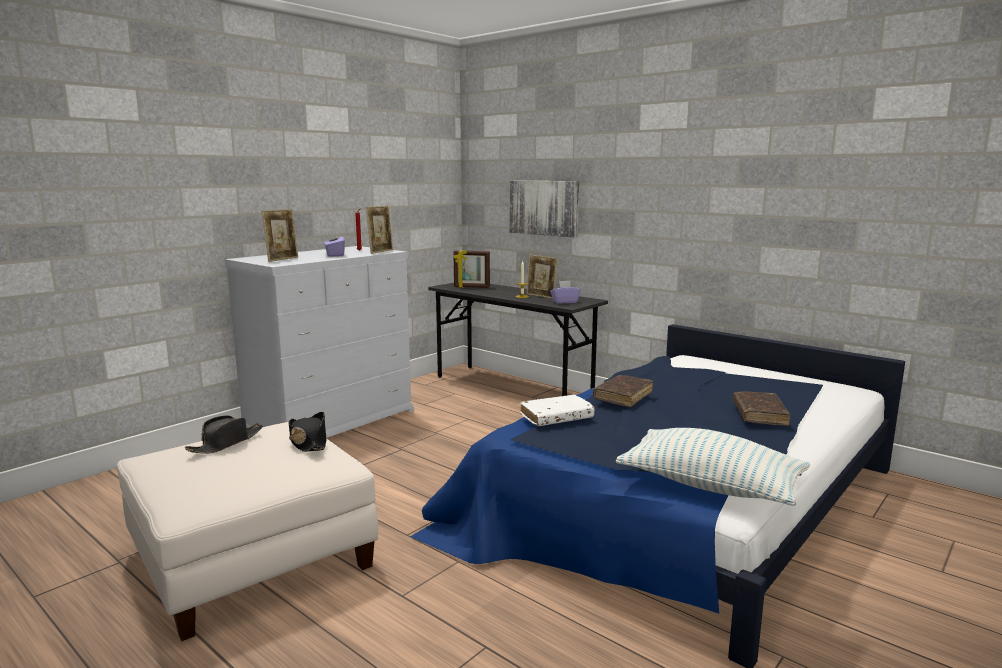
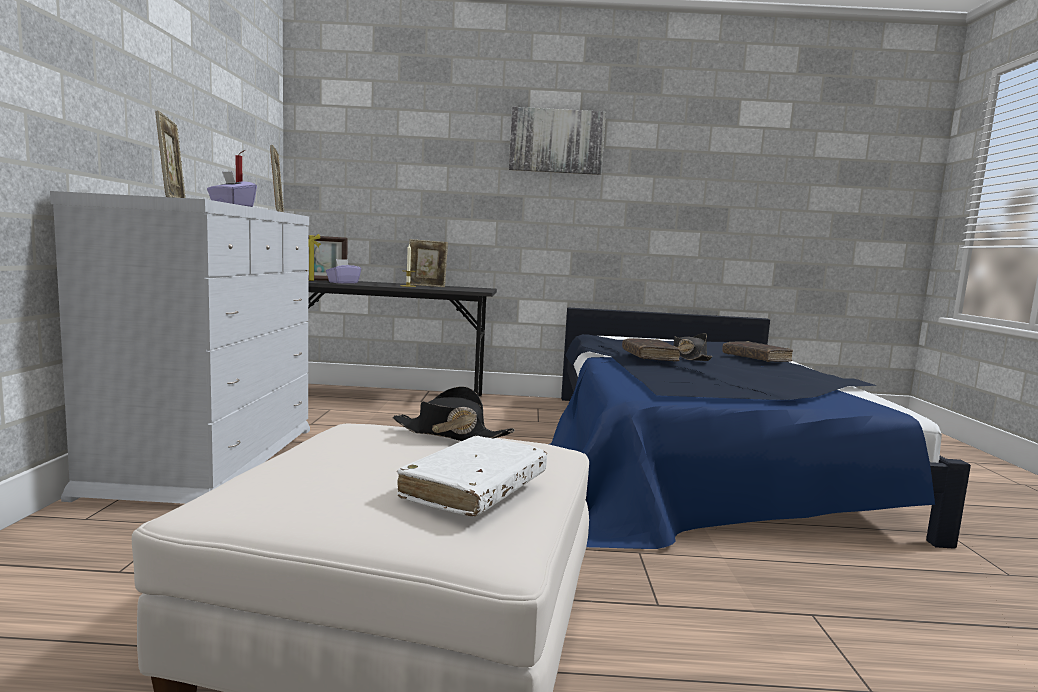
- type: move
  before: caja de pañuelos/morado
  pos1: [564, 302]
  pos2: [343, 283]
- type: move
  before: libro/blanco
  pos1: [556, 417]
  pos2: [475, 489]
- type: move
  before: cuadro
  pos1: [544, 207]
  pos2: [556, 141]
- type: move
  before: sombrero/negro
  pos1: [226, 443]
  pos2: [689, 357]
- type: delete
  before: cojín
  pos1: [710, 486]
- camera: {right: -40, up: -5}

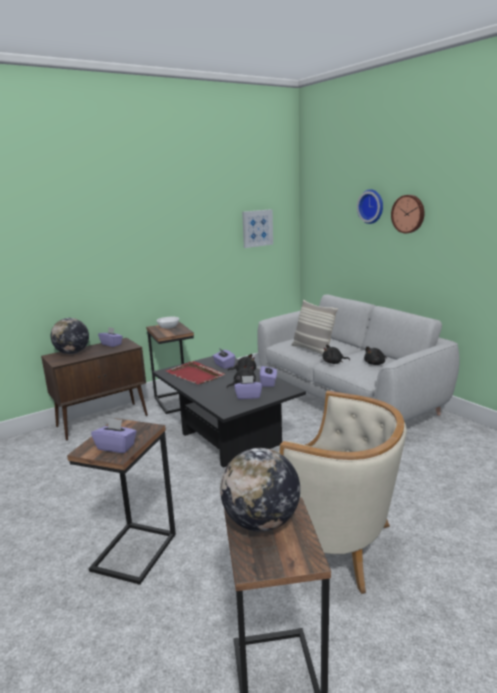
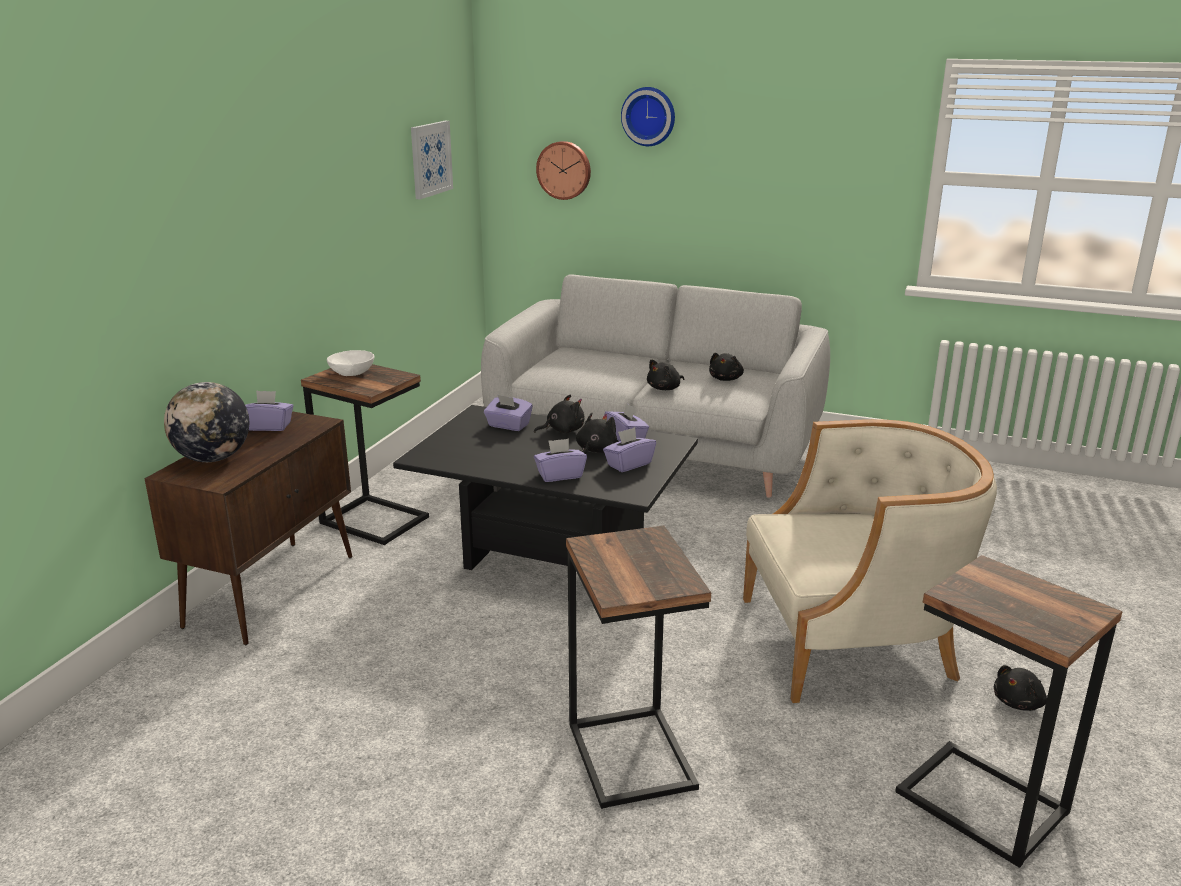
- type: move
  before: caja de pañuelos/morado
  pos1: [116, 447]
  pos2: [560, 475]
- type: move
  before: reloj de pared
  pos1: [408, 214]
  pos2: [564, 170]
- type: insert
  after: peluche/negro
  pos2: [1019, 703]
- type: delete
  before: bandeja/rojo
  pos1: [195, 375]
- type: delete
  before: globo terráqueo
  pos1: [261, 522]
- type: delete
  before: cojín
  pos1: [312, 349]
- camera: {right: -35, up: 5}

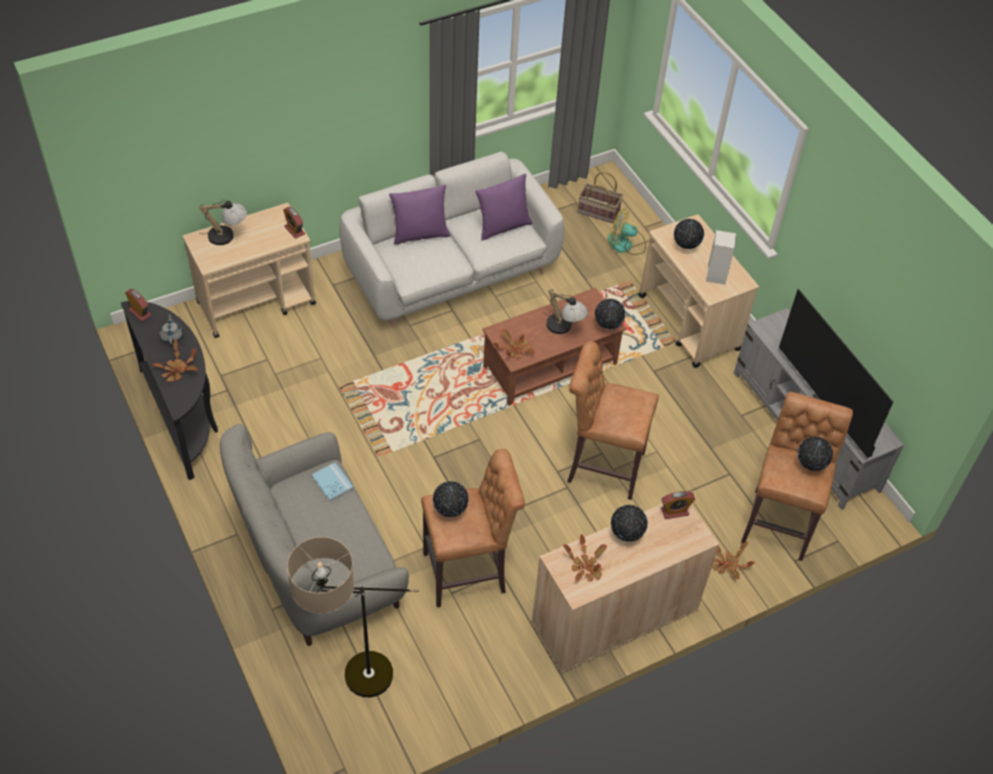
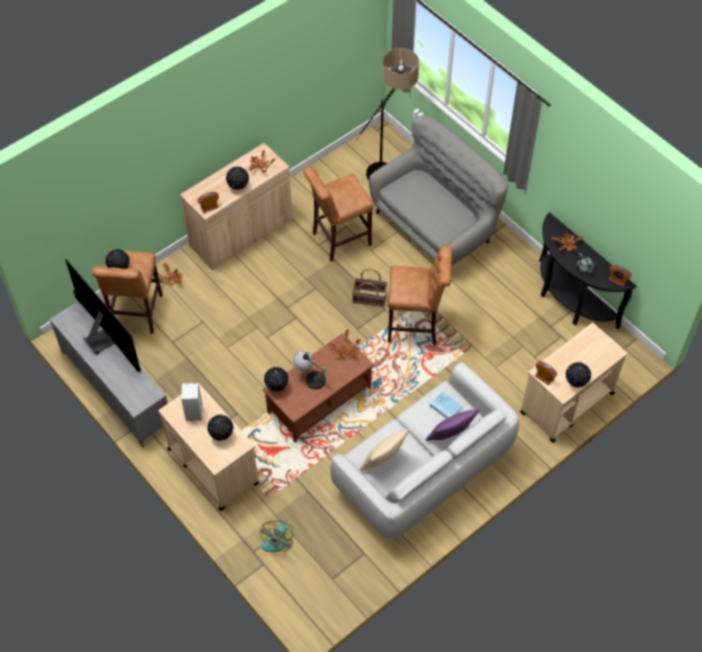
- type: rotate
  before: ventilador
  pos1: [625, 244]
  pos2: [278, 538]
  turn: 120
- type: move
  before: cesta
  pos1: [598, 212]
  pos2: [369, 297]
- type: recolor
  before: cojín/morado
  after: cojín/beis
  pos1: [503, 227]
  pos2: [384, 461]
- type: move
  before: taburete/marrón
  pos1: [601, 466]
  pos2: [416, 326]
- type: move
  before: libro/azul
  pos1: [332, 483]
  pos2: [445, 406]
- type: move
  before: globo terráqueo
  pos1: [450, 511]
  pos2: [575, 383]
- type: delete
  before: lámpara de mesa
  pos1: [228, 237]
- camera: {right: 170, up: 5}

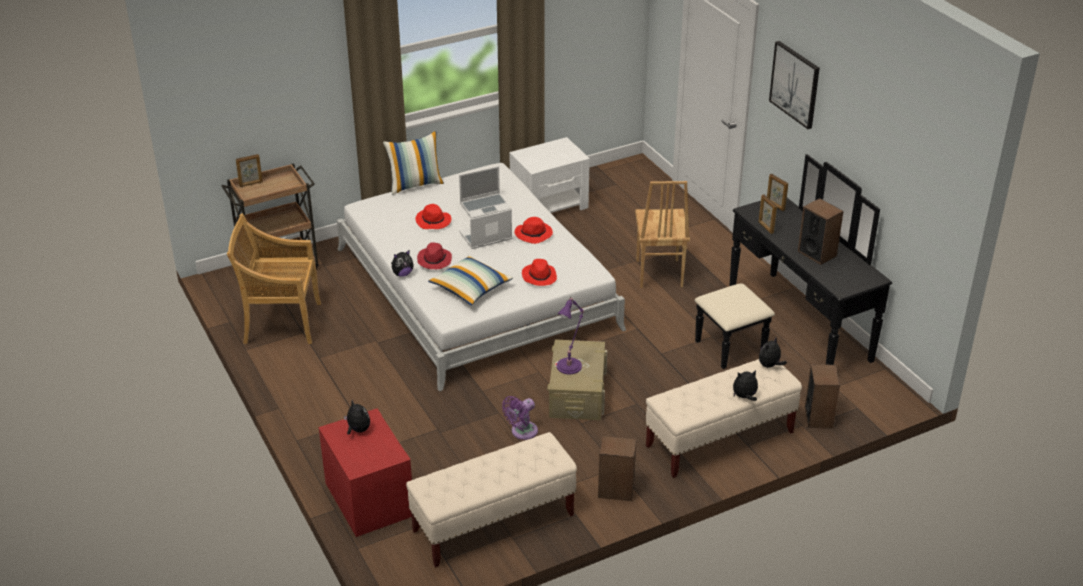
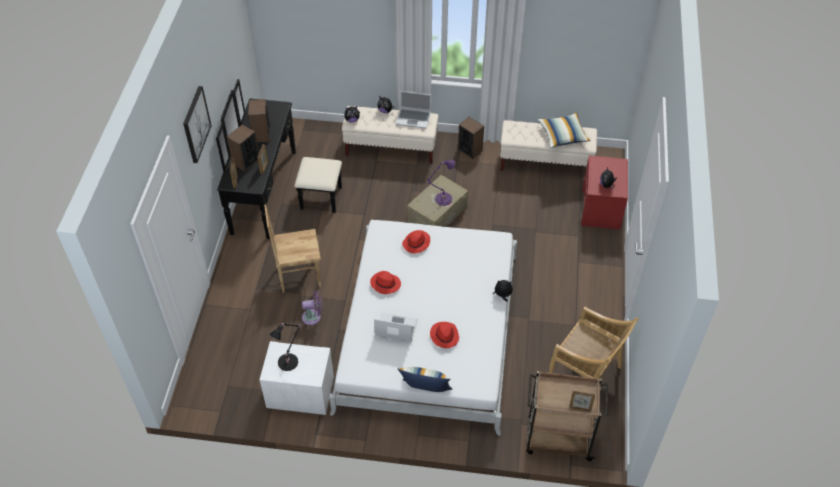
- type: move
  before: altavoz
  pos1: [819, 417]
  pos2: [246, 161]
- type: rotate
  before: silla/marrón
  pos1: [658, 274]
  pos2: [299, 275]
  turn: -135
- type: insert
  after: lámpara de mesa/negro
  pos2: [289, 361]
- type: move
  before: ventilador/morado
  pos1: [522, 432]
  pos2: [313, 317]
- type: move
  before: portátil
  pos1: [485, 237]
  pos2: [414, 118]
- type: move
  before: cojín
  pos1: [471, 289]
  pos2: [563, 135]
- type: delete
  before: sombrero/rojo
  pos1: [434, 260]
- camera: {right: -145, up: 15}

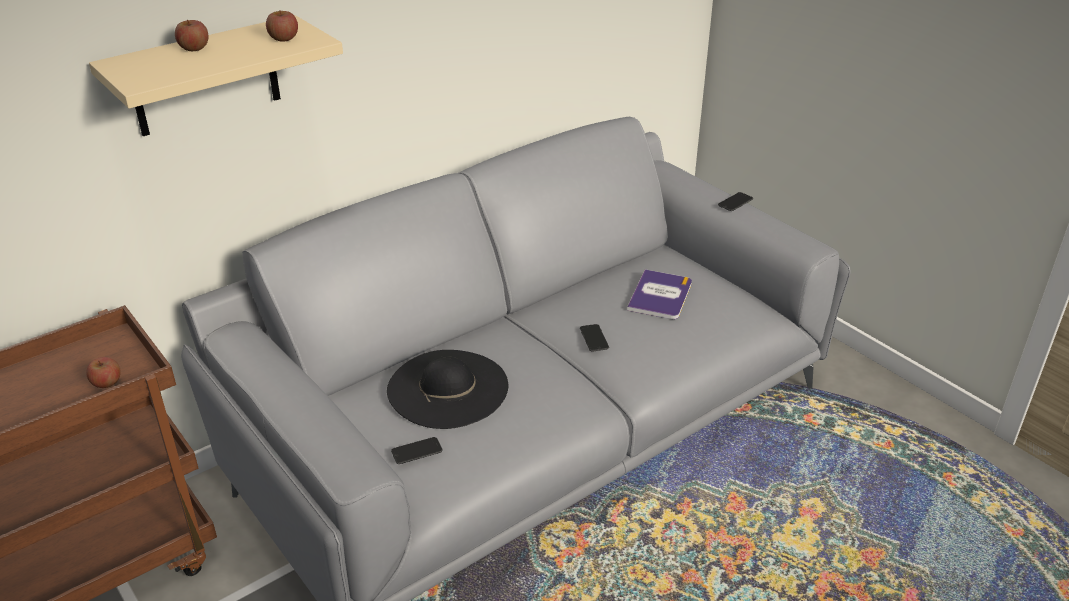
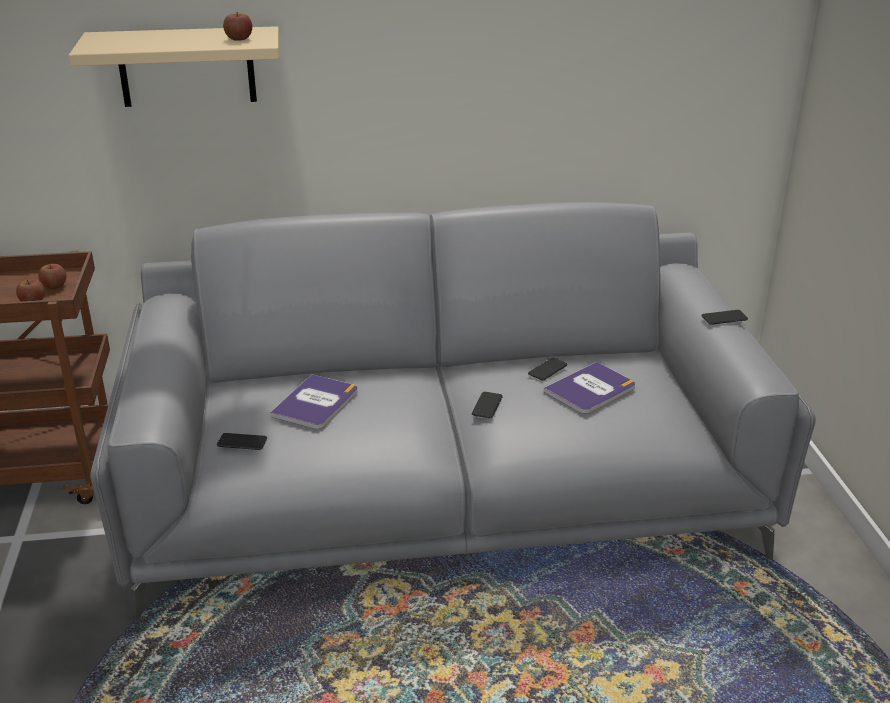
- type: move
  before: manzana
  pos1: [194, 48]
  pos2: [54, 286]
- type: replace
  before: sombrero/negro
  after: libro
  pos1: [447, 388]
  pos2: [316, 403]
- type: insert
  after: móvil
  pos2: [547, 370]
- camera: {right: 30, up: -5}

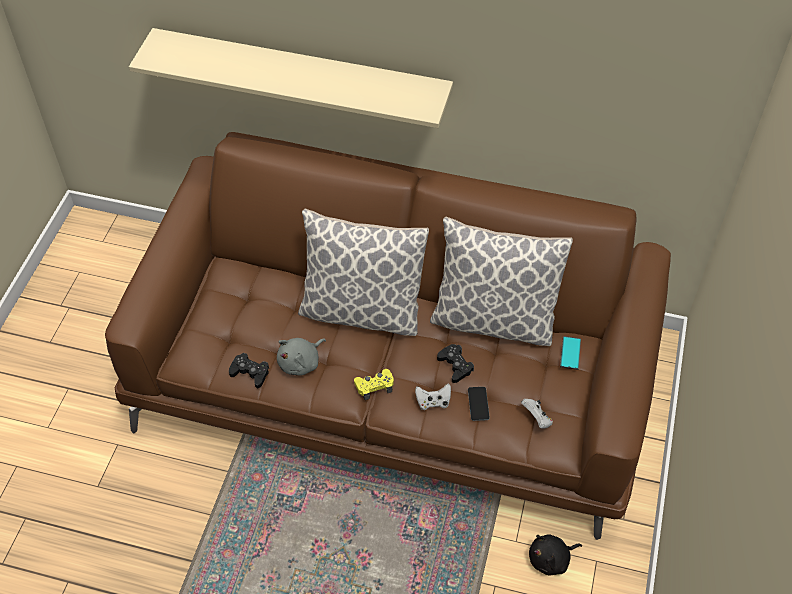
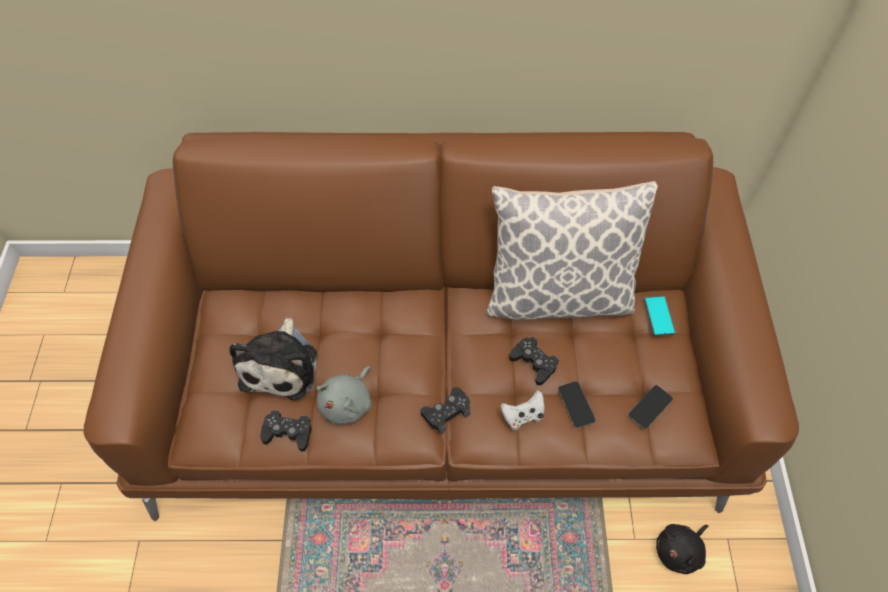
- type: insert
  after: peluche
  pos2: [281, 364]
- type: recolor
  before: mando de consola/amarillo
  after: mando de consola/negro
  pos1: [374, 386]
  pos2: [446, 412]
- type: replace
  before: mando de consola/blanco
  after: móvil
  pos1: [537, 419]
  pos2: [650, 407]
- type: delete
  before: estante/beis
  pos1: [301, 76]
- type: delete
  before: cojín
  pos1: [361, 310]
- camera: {right: -15, up: 5}

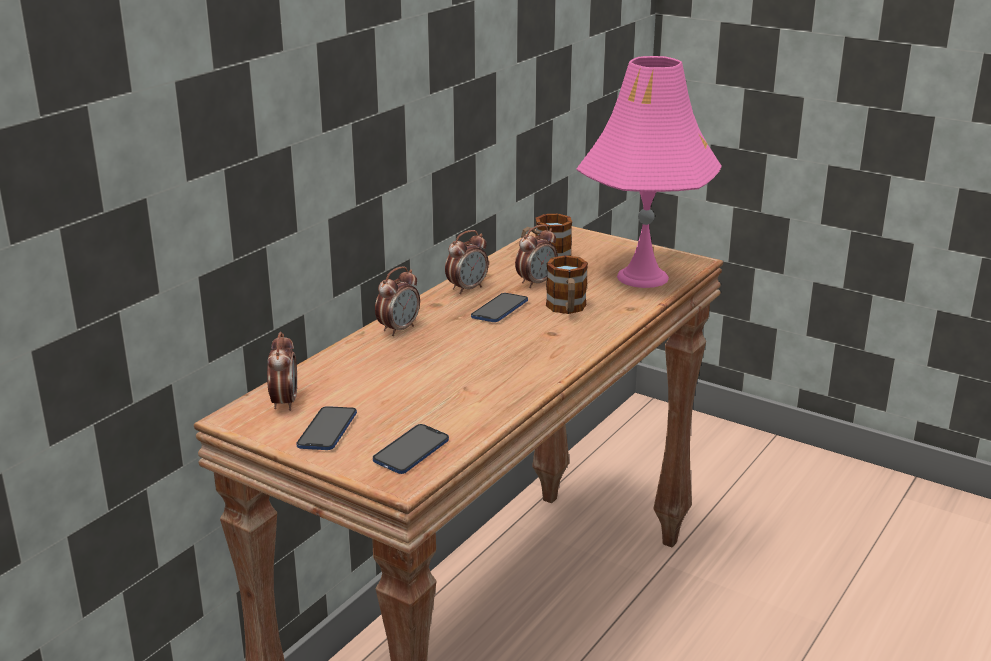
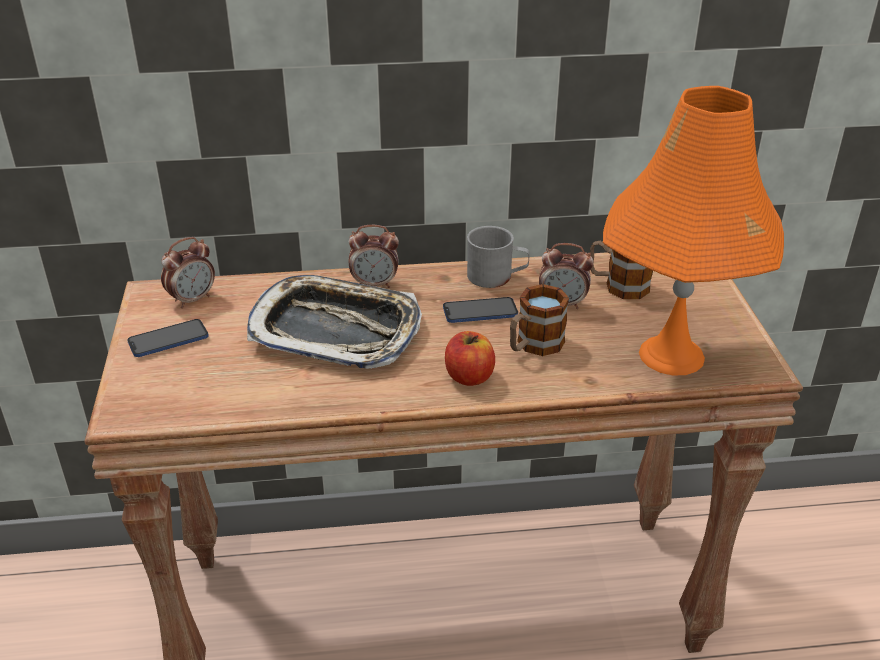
- type: insert
  after: bandeja
  pos2: [335, 330]
- type: insert
  after: manzana
  pos2: [469, 376]
- type: replace
  before: despertador
  after: taza grande/gris
  pos1: [467, 289]
  pos2: [497, 277]
- type: recolor
  before: lámpara de mesa/rosa
  after: lámpara de mesa/naranja
  pos1: [643, 277]
  pos2: [671, 355]
- type: delete
  before: móvil
  pos1: [411, 451]
- camera: {right: 50, up: 10}

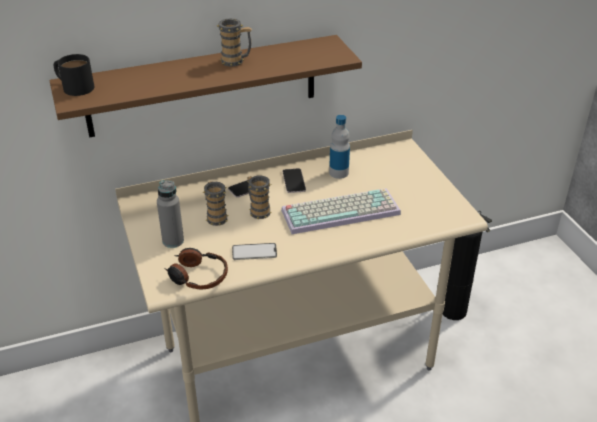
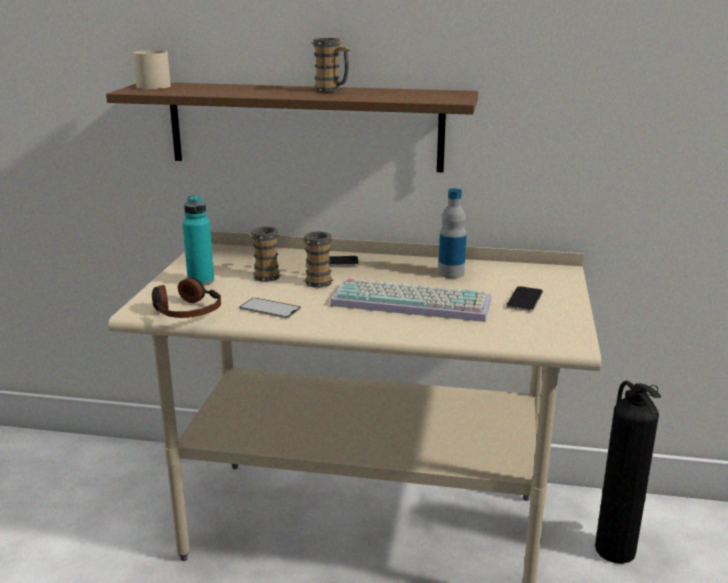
- type: recolor
  before: taza grande/negro
  after: taza grande/beis
  pos1: [74, 86]
  pos2: [151, 85]
- type: recolor
  before: botella/gris
  after: botella/turquesa
  pos1: [173, 241]
  pos2: [201, 281]
- type: move
  before: móvil
  pos1: [294, 181]
  pos2: [524, 300]
- camera: {right: 30, up: -15}

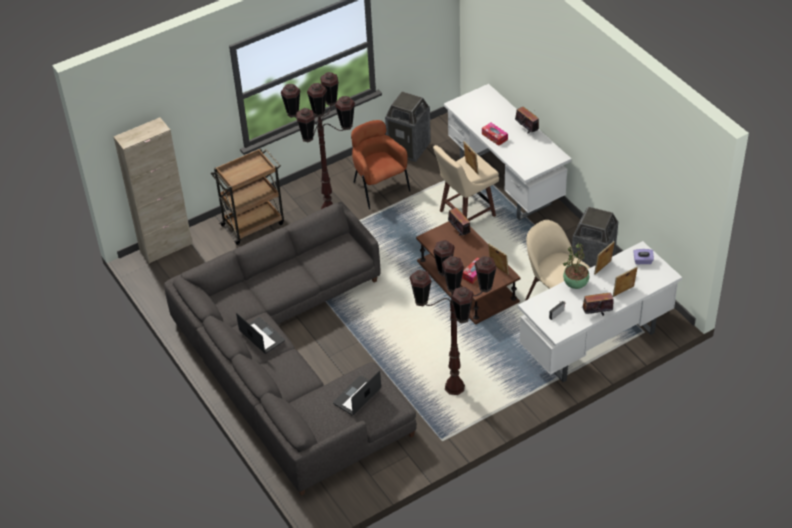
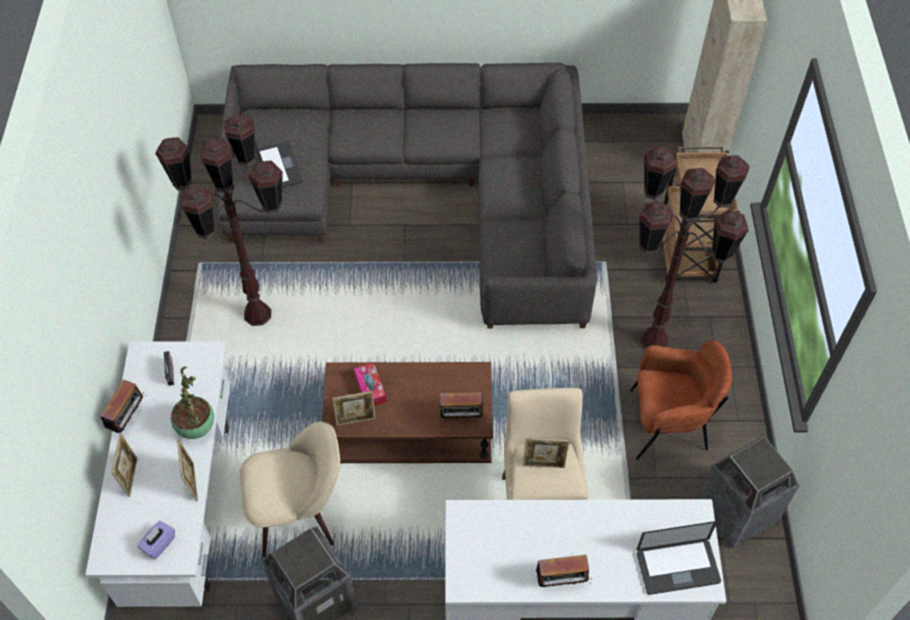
- type: move
  before: portátil
  pos1: [262, 336]
  pos2: [677, 567]
- type: delete
  before: caja de pañuelos
  pos1: [494, 137]
- camera: {right: 120, up: 10}

